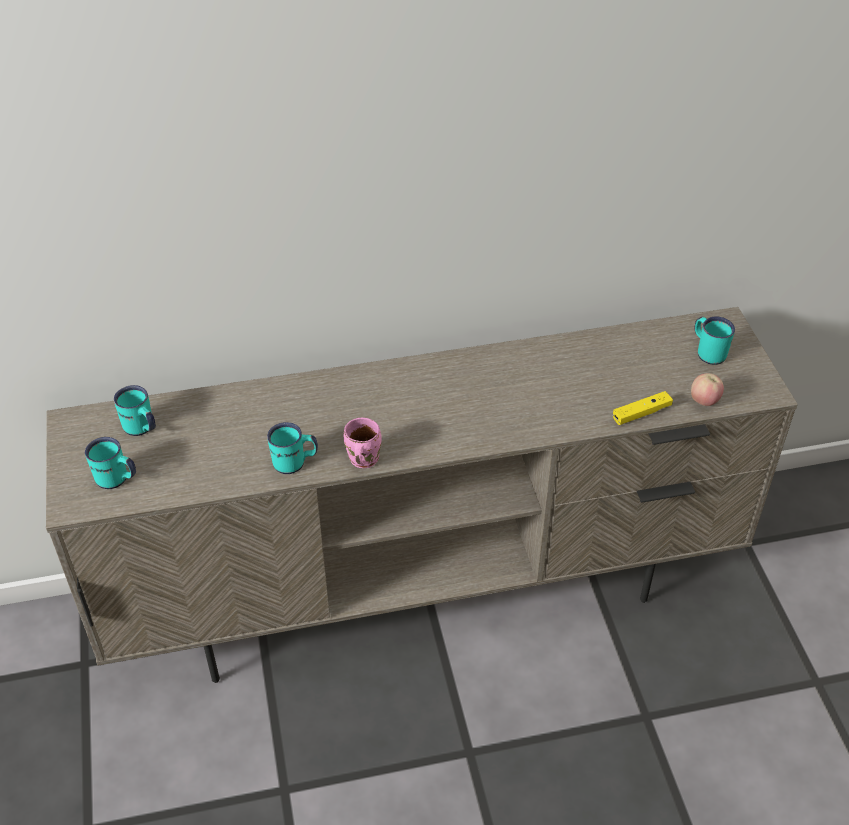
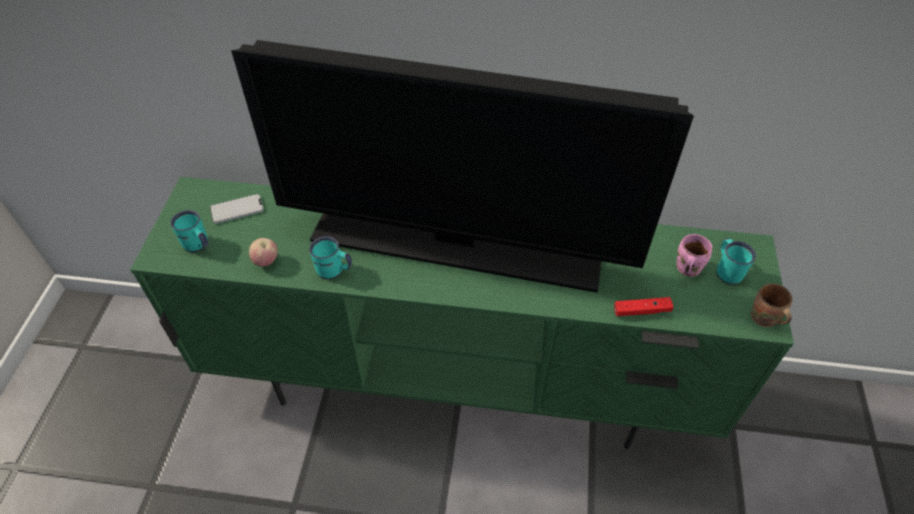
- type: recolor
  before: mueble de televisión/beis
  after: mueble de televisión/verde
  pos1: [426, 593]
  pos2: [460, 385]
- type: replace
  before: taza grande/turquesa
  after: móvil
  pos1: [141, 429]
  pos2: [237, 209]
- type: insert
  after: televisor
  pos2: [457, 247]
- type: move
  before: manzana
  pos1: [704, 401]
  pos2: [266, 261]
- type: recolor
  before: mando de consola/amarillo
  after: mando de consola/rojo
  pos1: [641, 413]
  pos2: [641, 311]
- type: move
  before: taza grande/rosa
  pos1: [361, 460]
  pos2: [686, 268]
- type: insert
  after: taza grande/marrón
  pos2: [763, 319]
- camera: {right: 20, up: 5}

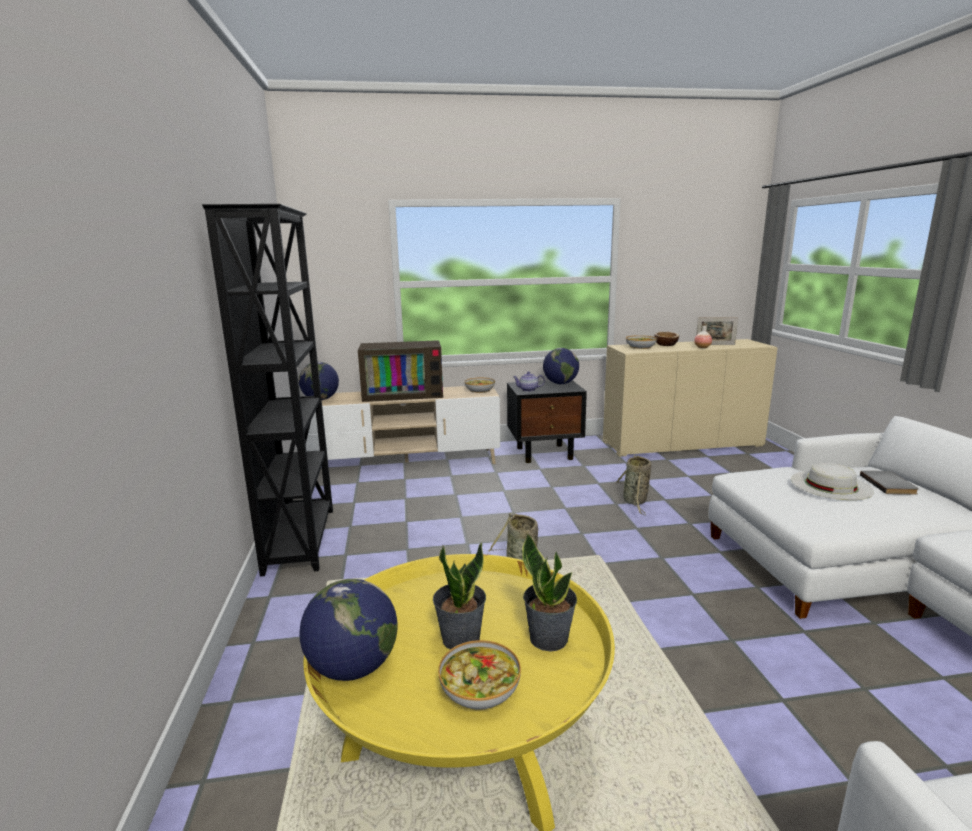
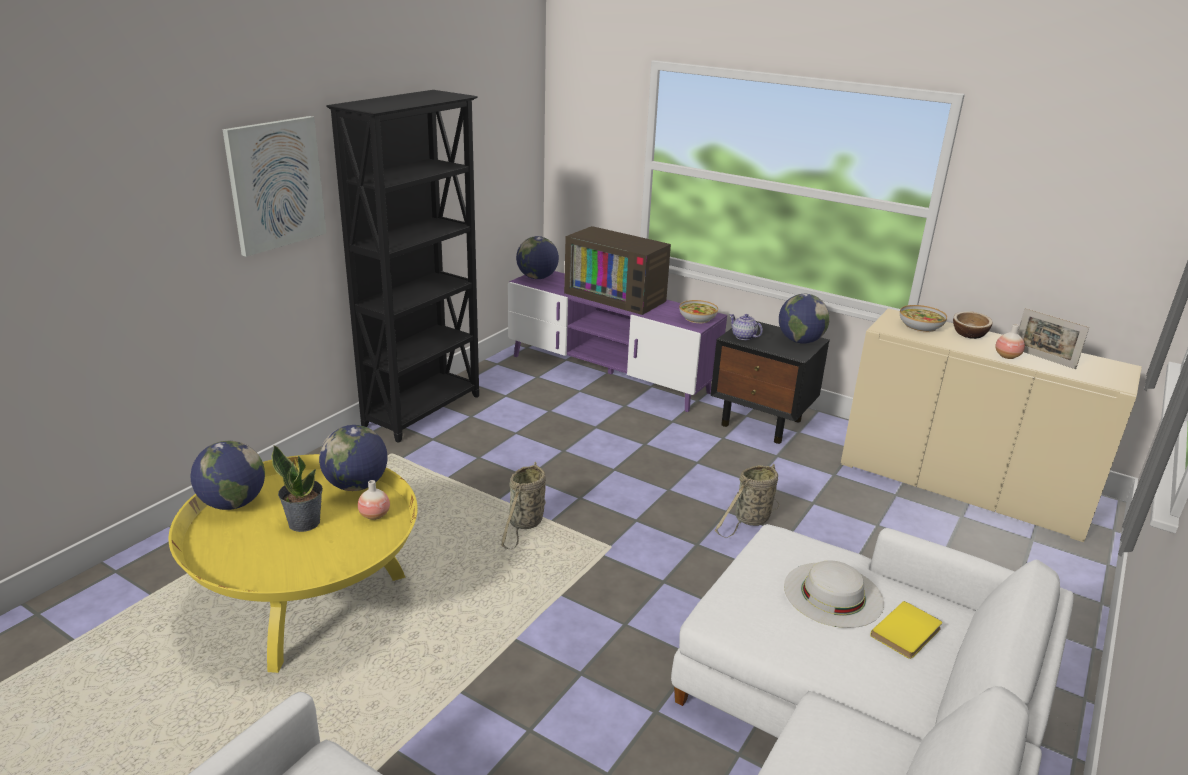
- type: insert
  after: cuadro
  pos2: [275, 184]
- type: insert
  after: globo terráqueo
  pos2: [356, 485]
- type: insert
  after: florero
  pos2: [374, 515]
- type: recolor
  before: mueble de televisión/beis
  after: mueble de televisión/morado
  pos1: [406, 462]
  pos2: [609, 373]
- type: recolor
  before: libro/gris
  after: libro/amarillo
  pos1: [889, 484]
  pos2: [908, 633]
- type: delete
  before: cuenco
  pos1: [480, 688]
- type: delete
  before: planta en maceta
  pos1: [549, 638]
- camera: {right: 40, up: 10}

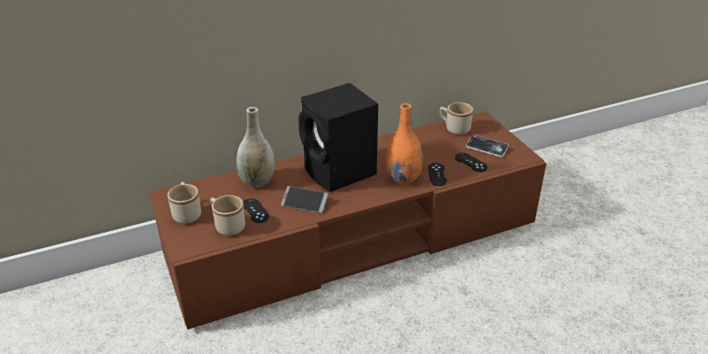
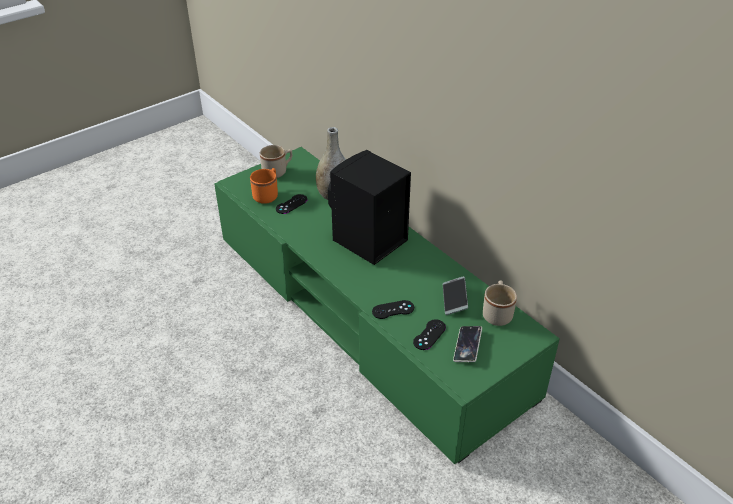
- type: recolor
  before: mueble de televisión/marrón
  after: mueble de televisión/verde
  pos1: [354, 240]
  pos2: [366, 313]
- type: recolor
  before: taza grande/beis
  after: taza grande/naranja
  pos1: [227, 225]
  pos2: [267, 195]
- type: move
  before: móvil
  pos1: [304, 203]
  pos2: [454, 299]
- type: delete
  before: florero/naranja
  pos1: [403, 178]
- camera: {right: 75, up: 5}

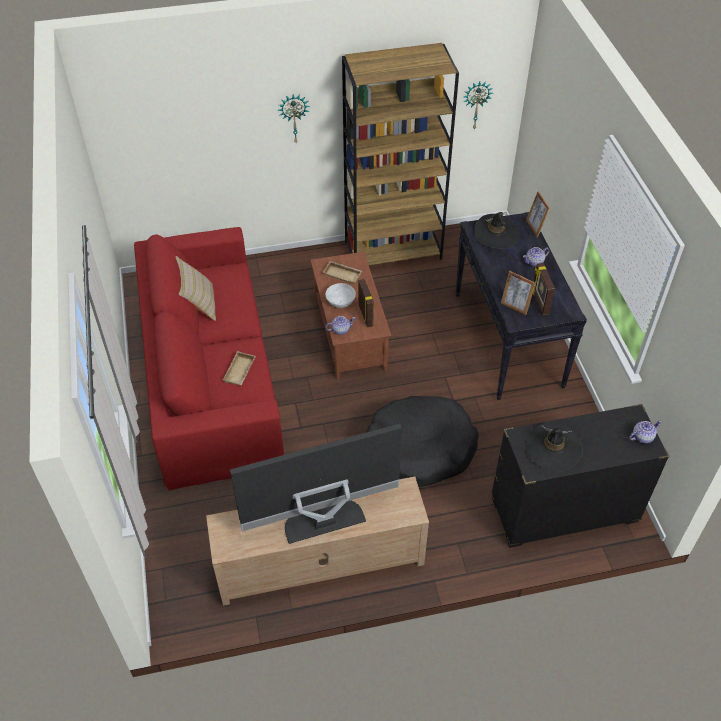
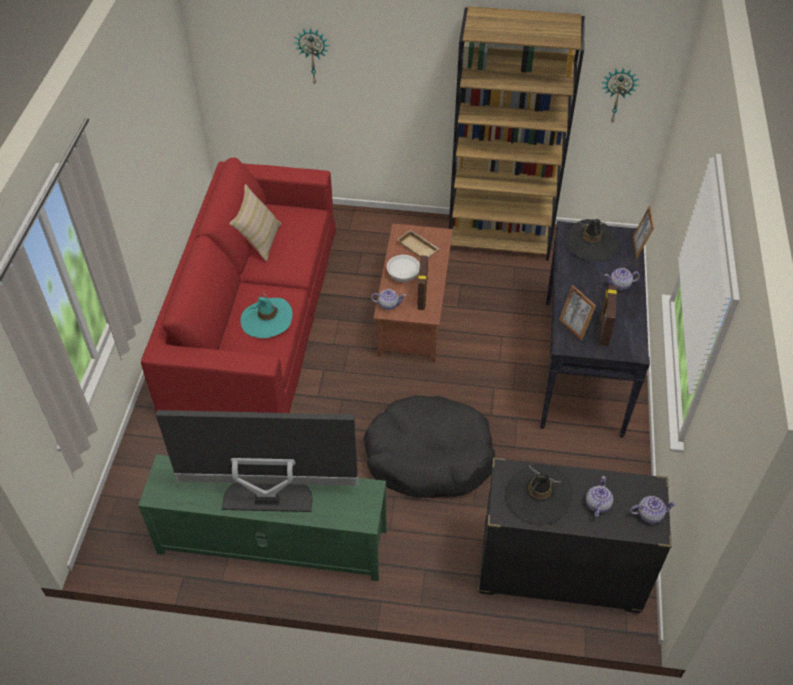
- type: recolor
  before: mueble de televisión/beis
  after: mueble de televisión/verde
  pos1: [319, 562]
  pos2: [272, 541]
- type: replace
  before: bandeja/beis
  after: sombrero/turquesa
  pos1: [240, 371]
  pos2: [266, 319]
- type: move
  before: reloj de pared
  pos1: [294, 118]
  pos2: [313, 55]
- type: insert
  after: tetera
  pos2: [597, 504]
- camera: {right: 20, up: 0}

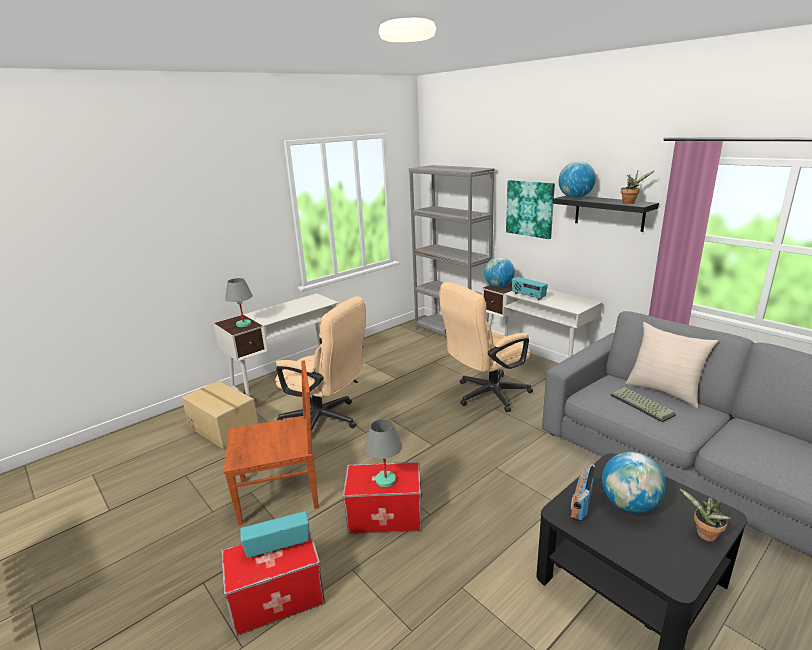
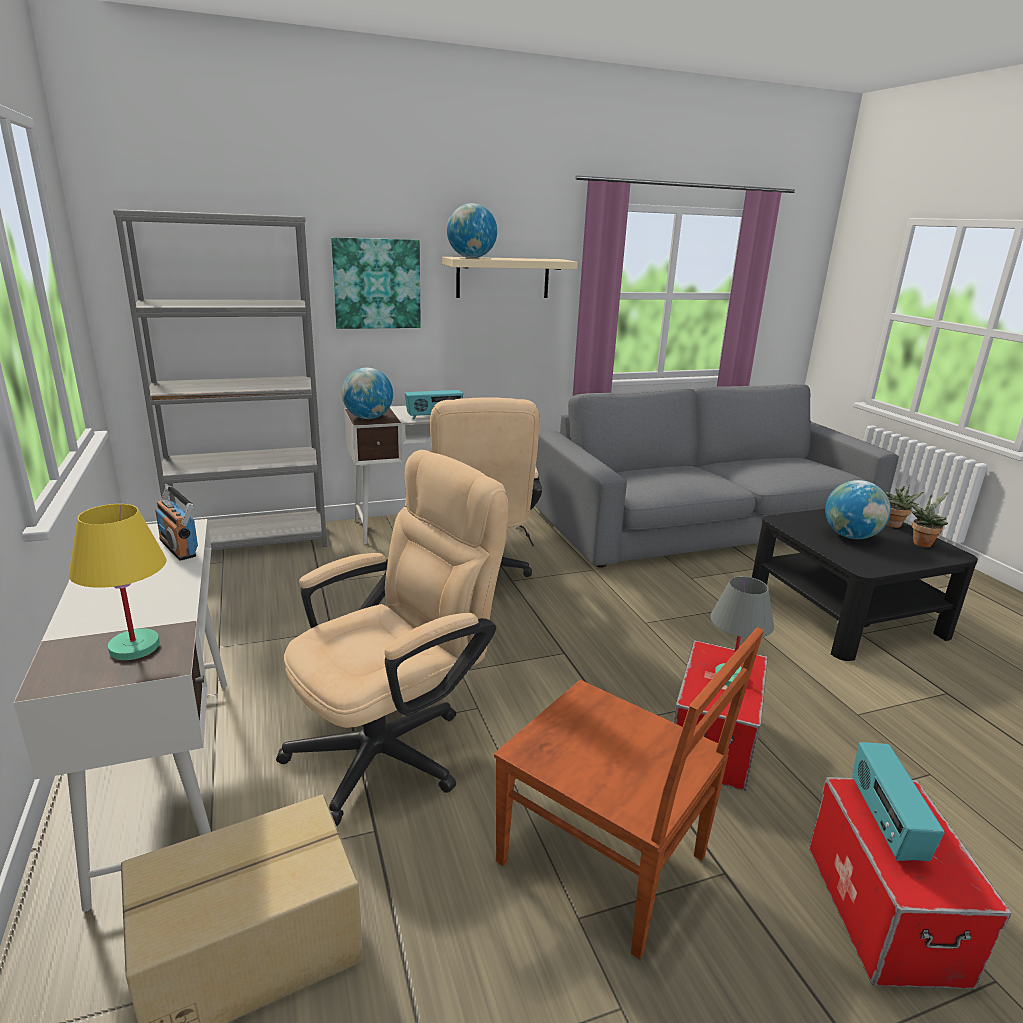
- type: recolor
  before: lámpara de mesa/gris
  after: lámpara de mesa/amarillo
  pos1: [244, 324]
  pos2: [135, 647]
- type: move
  before: radio
  pos1: [580, 506]
  pos2: [178, 547]
- type: recolor
  before: estante/negro
  after: estante/beis
  pos1: [609, 213]
  pos2: [503, 278]
- type: rotate
  before: silla/marrón
  pos1: [281, 493]
  pos2: [606, 862]
  turn: 120
- type: move
  before: planta en maceta
  pos1: [630, 203]
  pos2: [921, 543]
- type: delete
  before: teclado
  pos1: [643, 405]
- type: delete
  before: cojín/beis
  pos1: [664, 391]
- camera: {right: -70, up: 0}

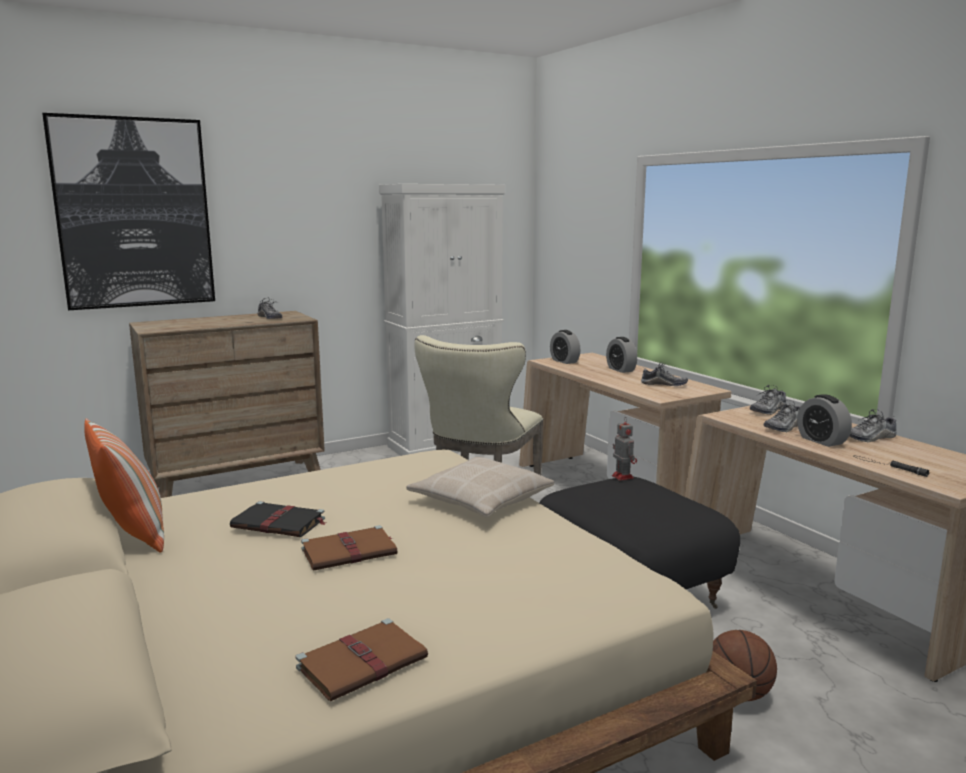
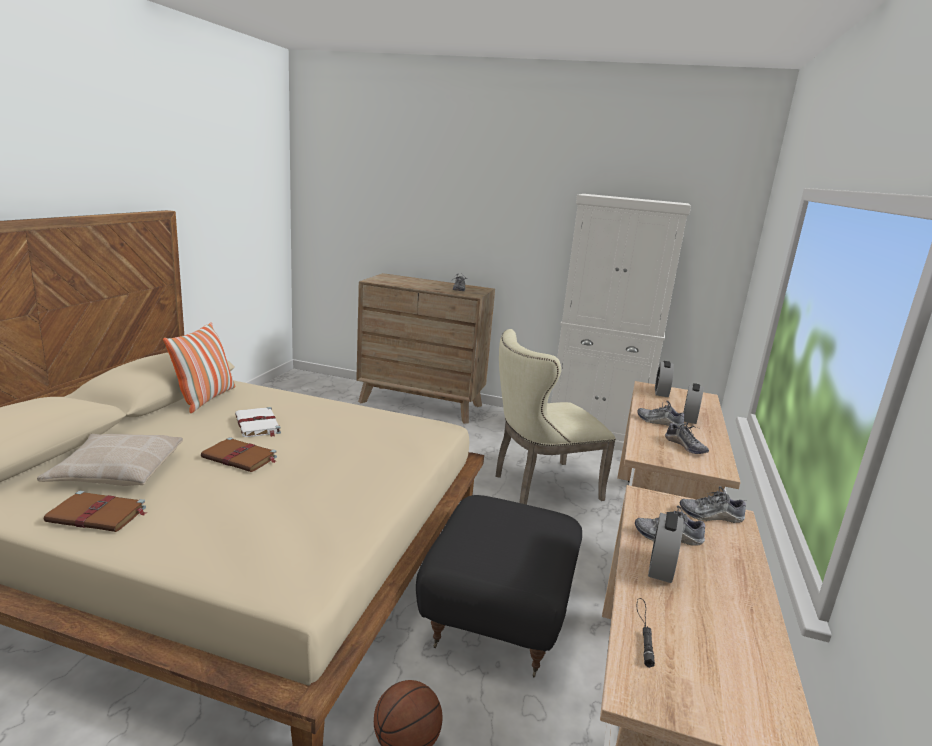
- type: move
  before: cojín/beis
  pos1: [480, 501]
  pos2: [117, 471]
- type: recolor
  before: libro/negro
  after: libro/blanco
  pos1: [280, 523]
  pos2: [257, 425]
- type: move
  before: zapato
  pos1: [870, 438]
  pos2: [659, 422]
- type: delete
  before: cuadro
  pos1: [134, 213]
- type: delete
  before: robot de juguete
  pos1: [622, 476]
- camera: {right: 45, up: 5}

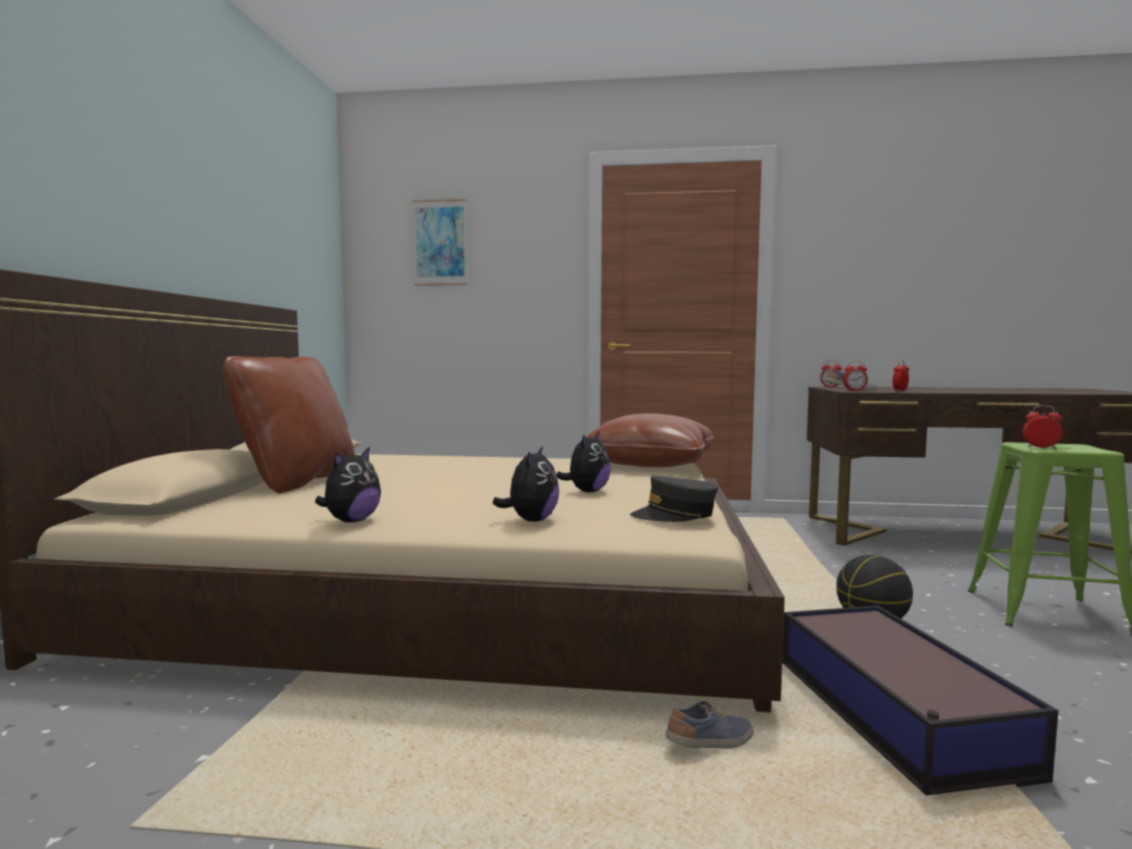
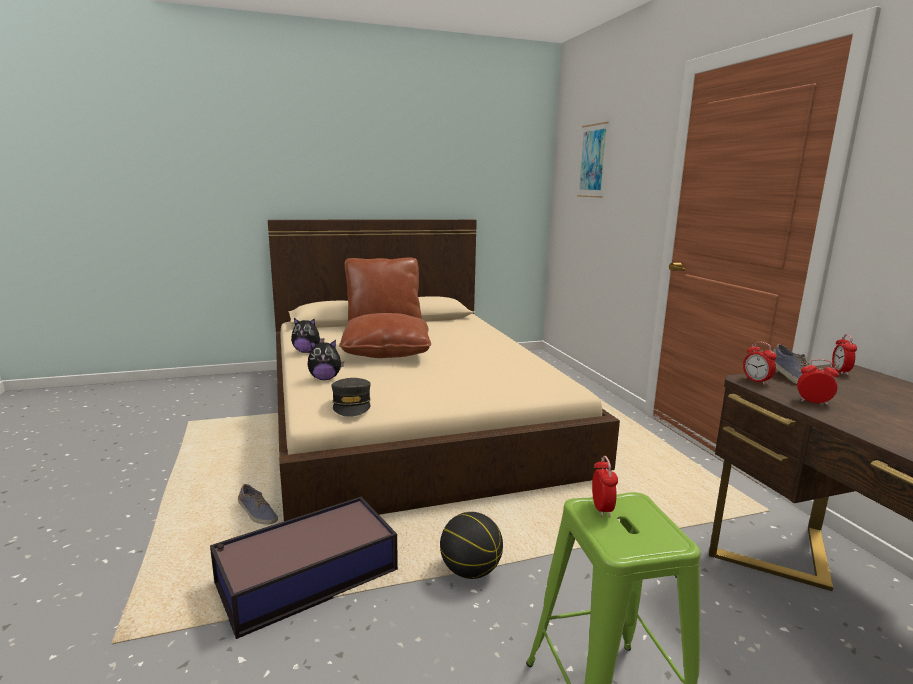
- type: rotate
  before: gorra/gris
  pos1: [675, 515]
  pos2: [352, 405]
  turn: -150
- type: move
  before: cojín/marrón
  pos1: [650, 464]
  pos2: [386, 352]
- type: delete
  before: peluche
  pos1: [587, 491]
- camera: {right: 65, up: 10}

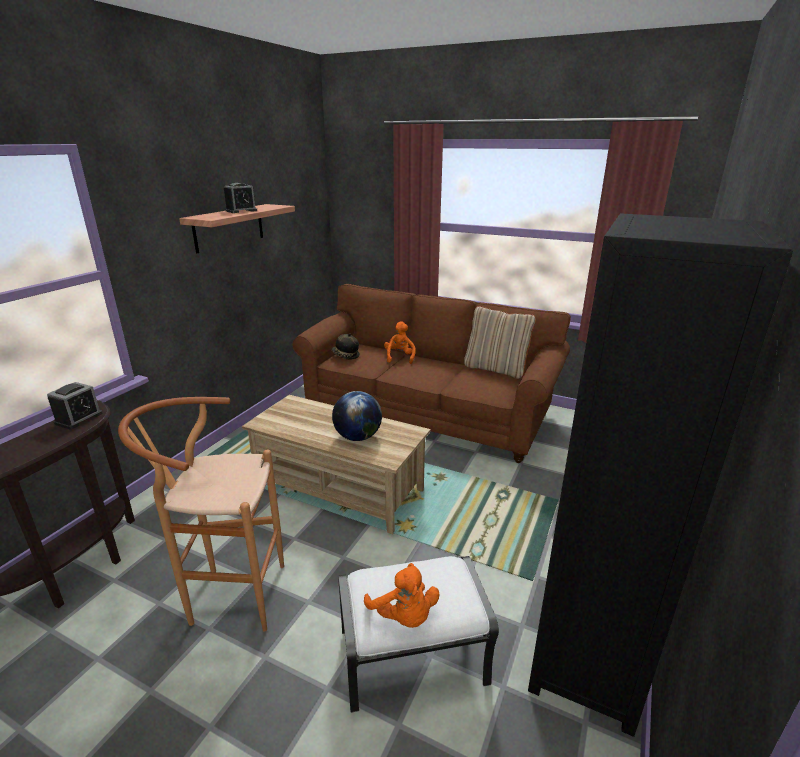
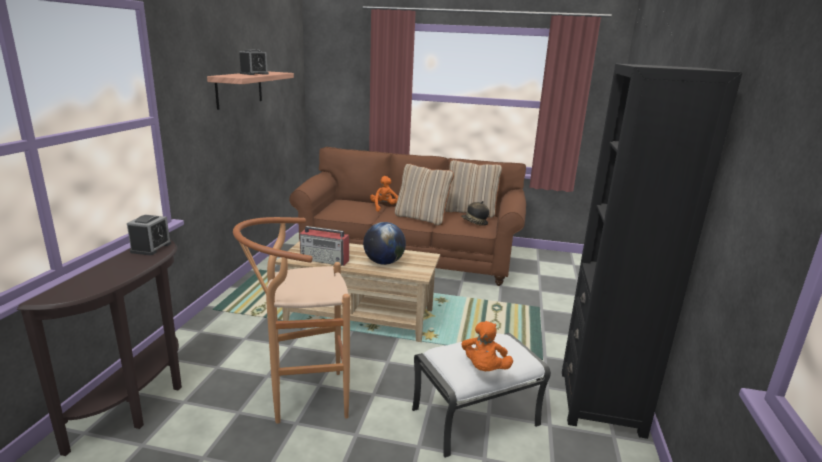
- type: insert
  after: radio
  pos2: [325, 260]
- type: insert
  after: cojín/beis
  pos2: [422, 218]
- type: move
  before: sombrero
  pos1: [345, 356]
  pos2: [474, 223]
- type: rotate
  before: peluche/naranja
  pos1: [404, 616]
  pos2: [484, 369]
  turn: 60
- camera: {right: -15, up: -5}

